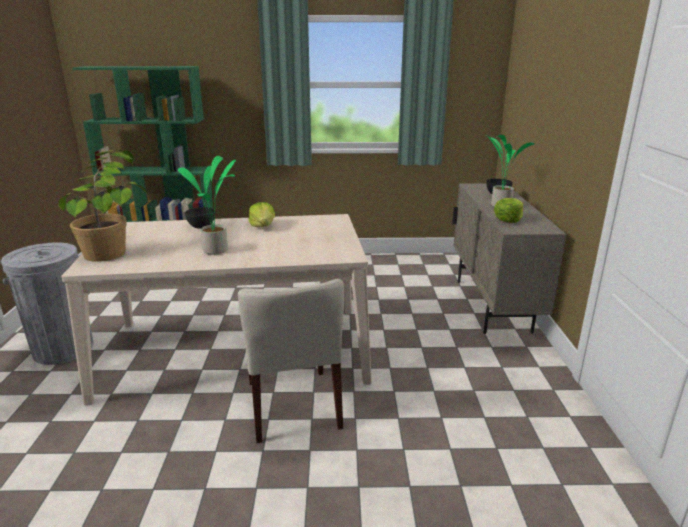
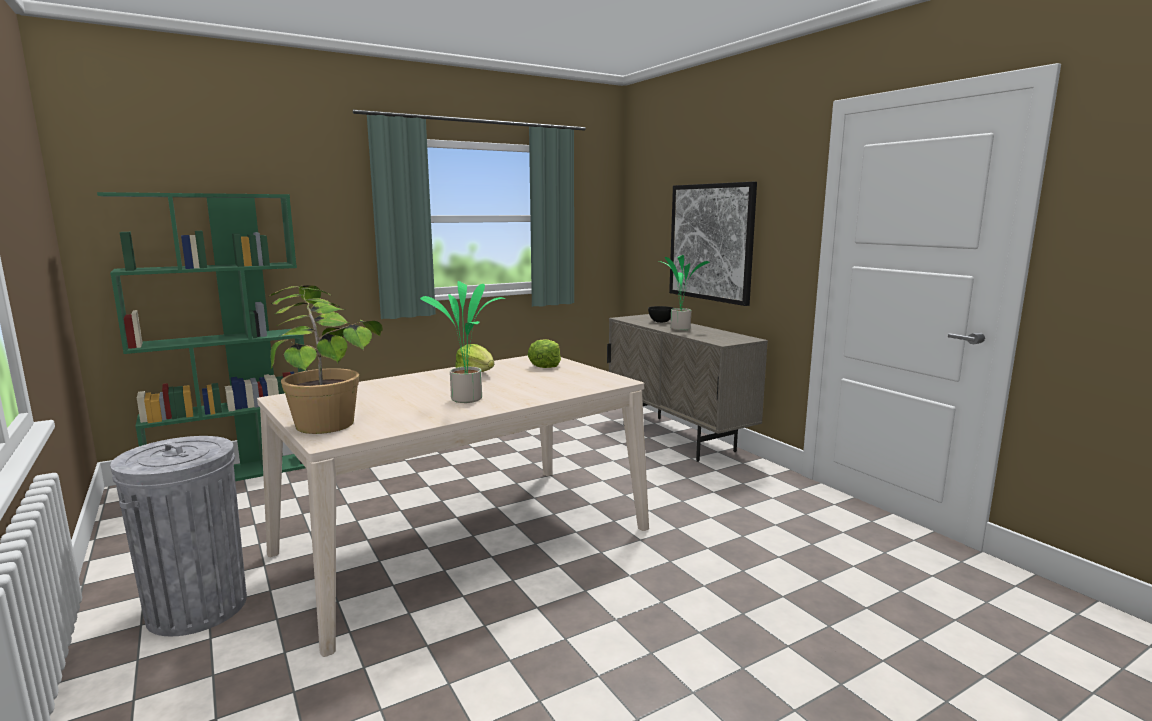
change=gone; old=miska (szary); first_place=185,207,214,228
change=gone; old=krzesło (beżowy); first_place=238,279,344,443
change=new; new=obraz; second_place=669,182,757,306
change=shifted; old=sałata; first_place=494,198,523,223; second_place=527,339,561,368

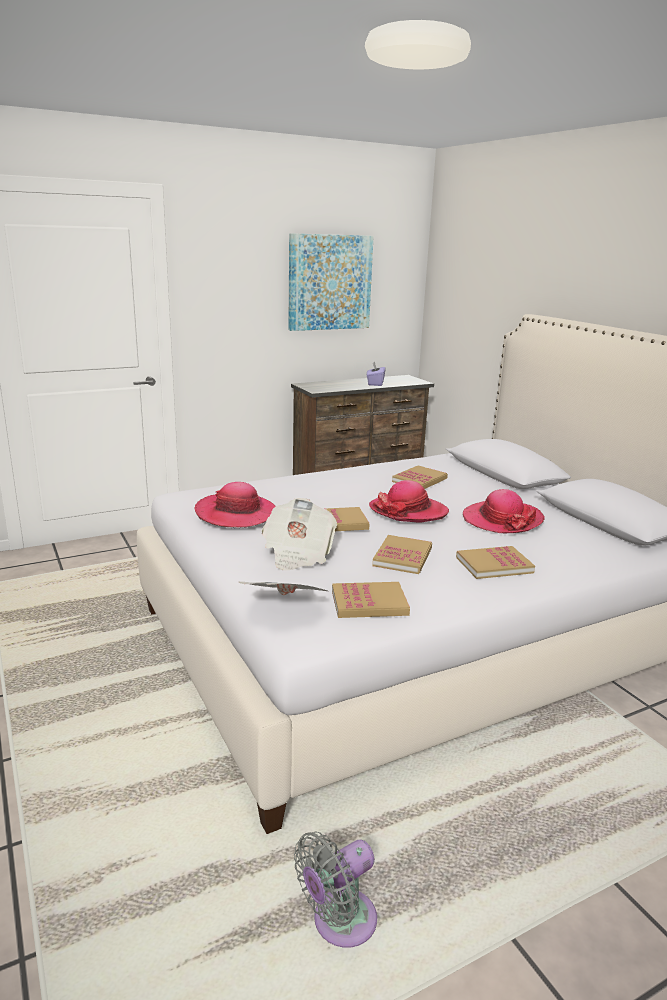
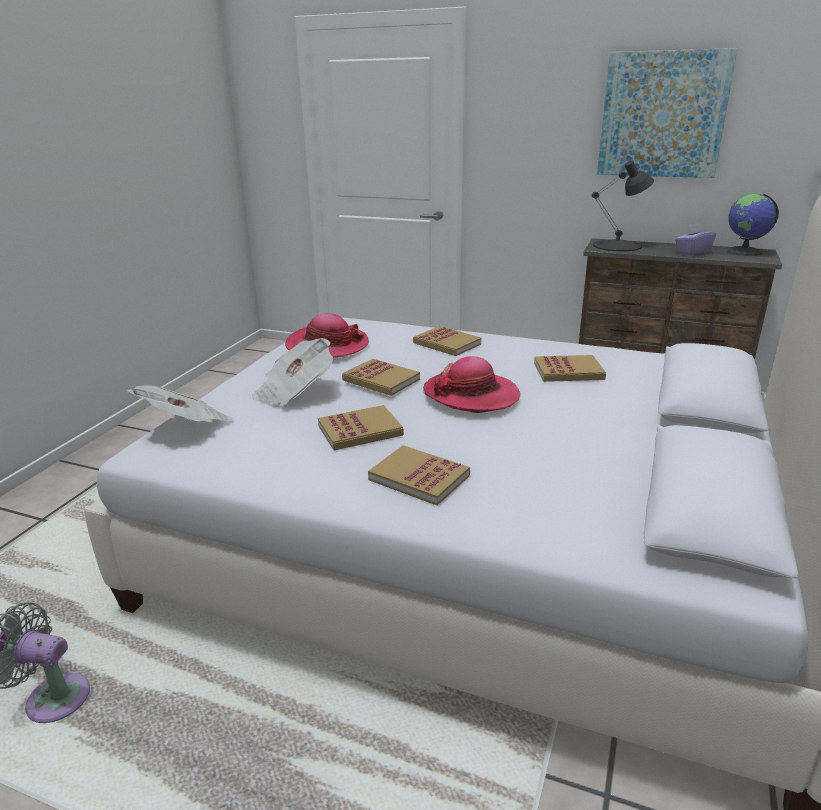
change=gone; old=kapelusz; first_place=463,489,545,533
change=new; new=lampa stołowa (czarny); second_place=592,160,654,252
change=new; new=globus; second_place=726,194,779,256
change=shifted; old=książka; first_place=332,582,410,618; second_place=413,326,481,356

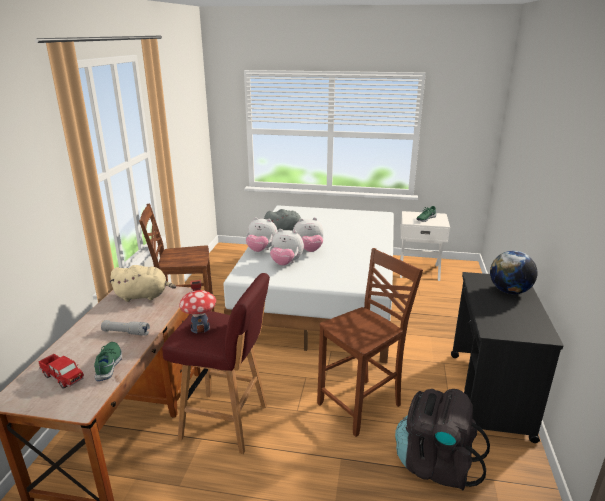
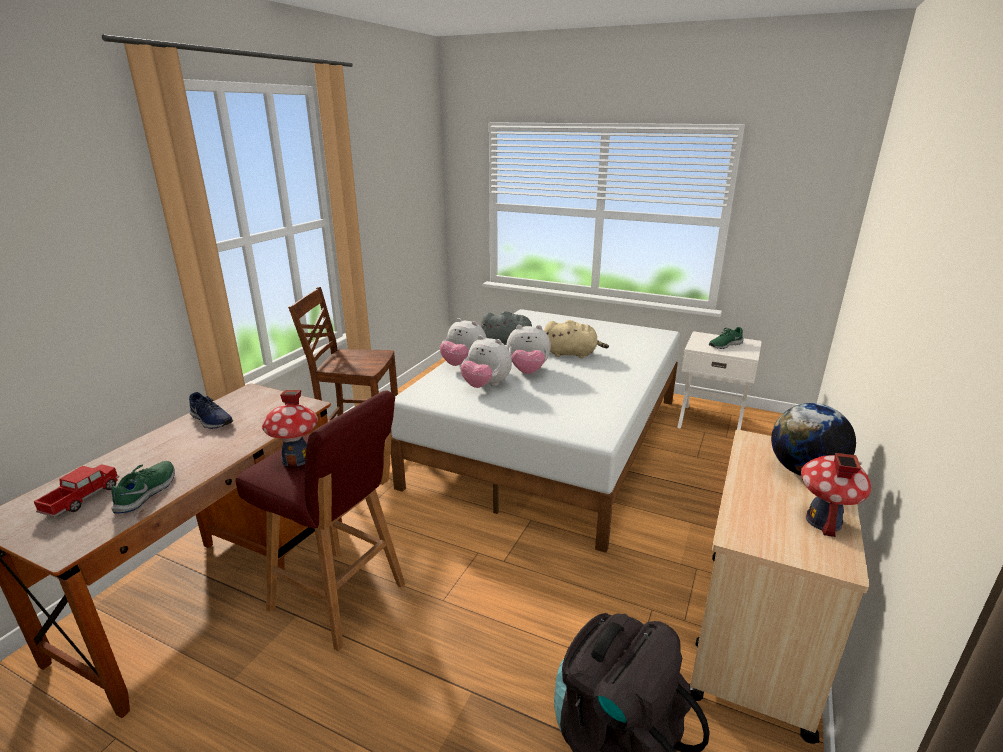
change=gone; old=latarka (szary); first_place=101,320,150,336
change=gone; old=krzesło (brązowy); first_place=317,248,423,437
change=new; new=but (niebieski); second_place=189,392,233,429
change=new; new=domek; second_place=801,453,871,537
change=shifted; old=pluszak (beżowy); first_place=109,265,176,302; second_place=544,320,609,358
change=repainted; old=wózek (czarny); new=wózek (beżowy); first_place=451,272,564,443; second_place=689,429,869,744
change=rotated; old=ciężarówka zabawkowa; first_place=39,354,84,389; second_place=34,464,119,517; degrees=-120

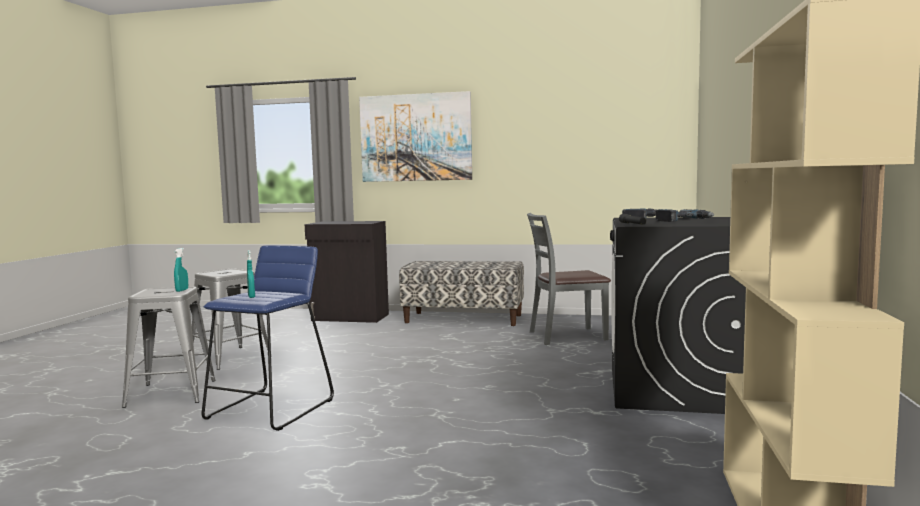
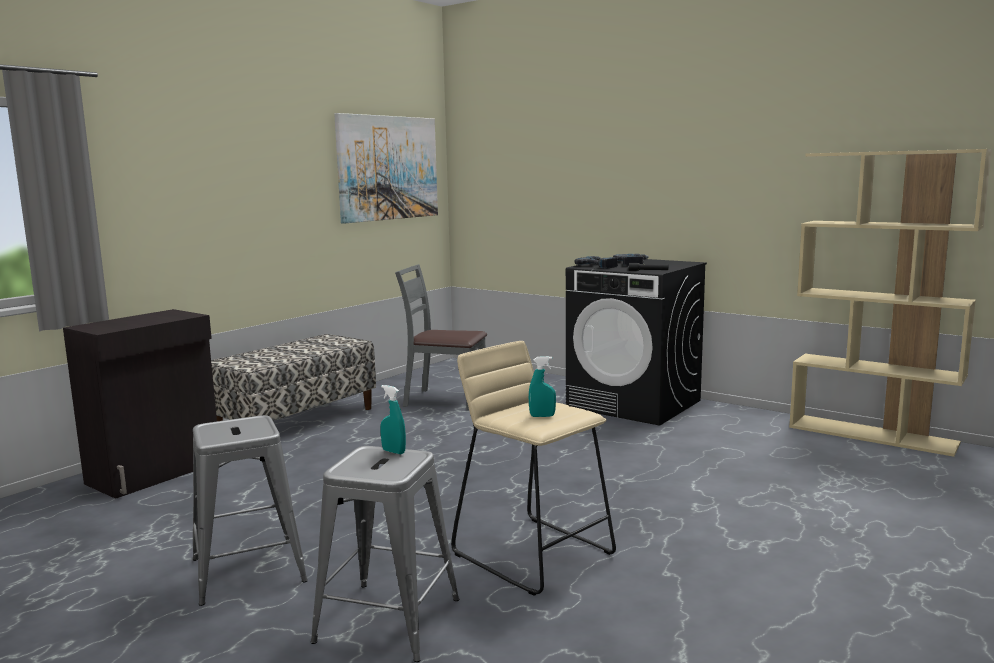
change=shifted; old=obraz; first_place=359,91,472,182; second_place=334,113,438,224
change=repainted; old=stołek (niebieski); new=stołek (beżowy); first_place=201,245,334,431; second_place=451,341,616,596
change=rotated; old=krzesło (szary); first_place=527,213,611,345; second_place=395,264,487,410; degrees=90

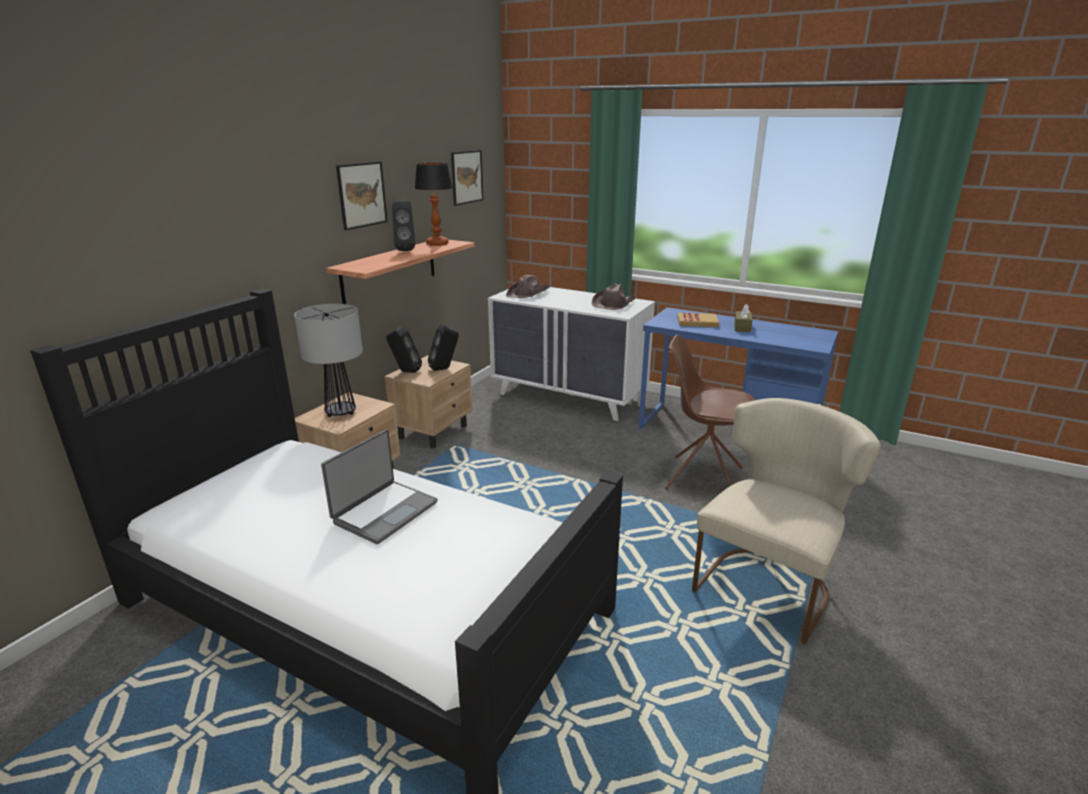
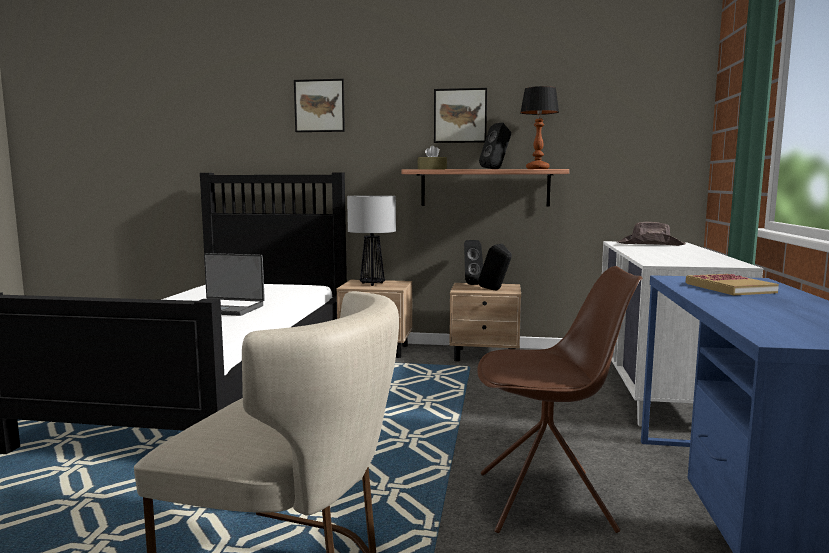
change=gone; old=kapelusz (brązowy); first_place=592,283,635,310
change=shifted; old=obraz; first_place=451,150,483,206; second_place=294,79,345,132
change=shifted; old=pudełko chusteczek (brązowy); first_place=734,304,752,332; second_place=417,145,447,169
change=rotated; old=krzesło (brązowy); first_place=665,334,755,490; second_place=477,266,643,533; degrees=90

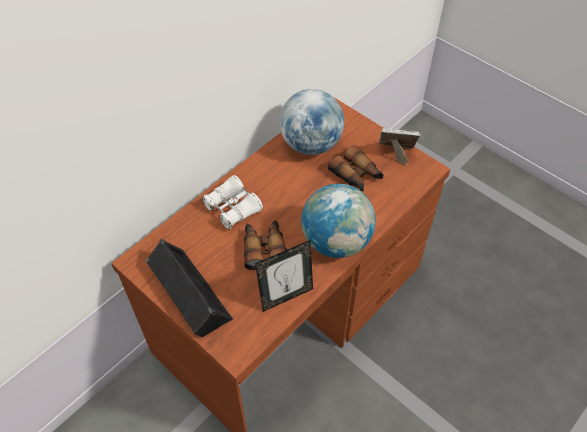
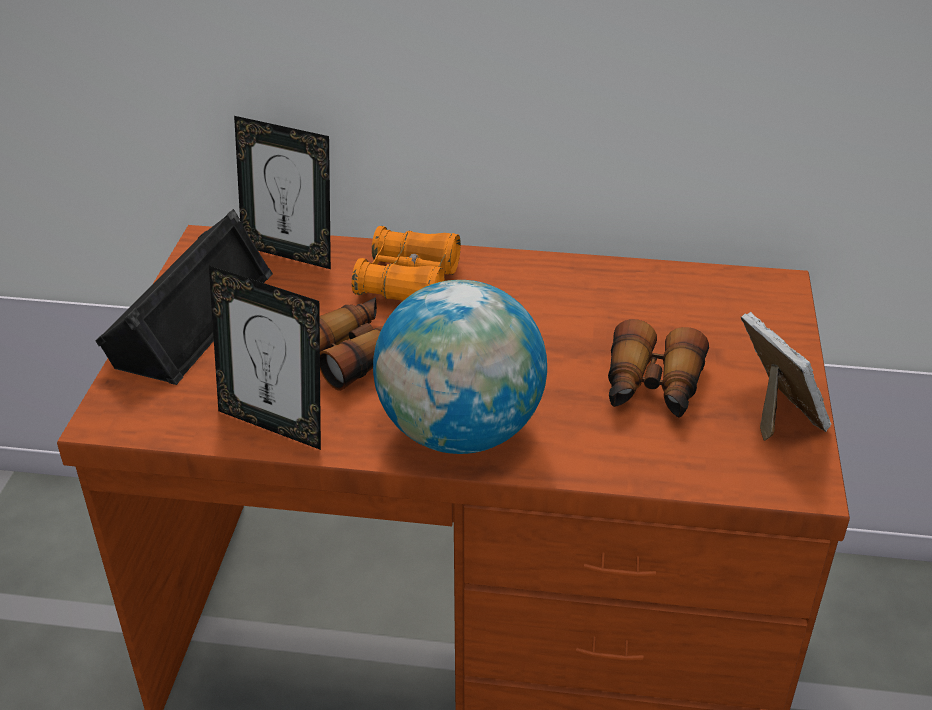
change=gone; old=globus; first_place=279,89,344,155
change=new; new=ramka na zdjęcie; second_place=234,116,331,269
change=repainted; old=lornetka (biały); new=lornetka (pomarańczowy); first_place=202,175,263,229; second_place=352,226,461,301

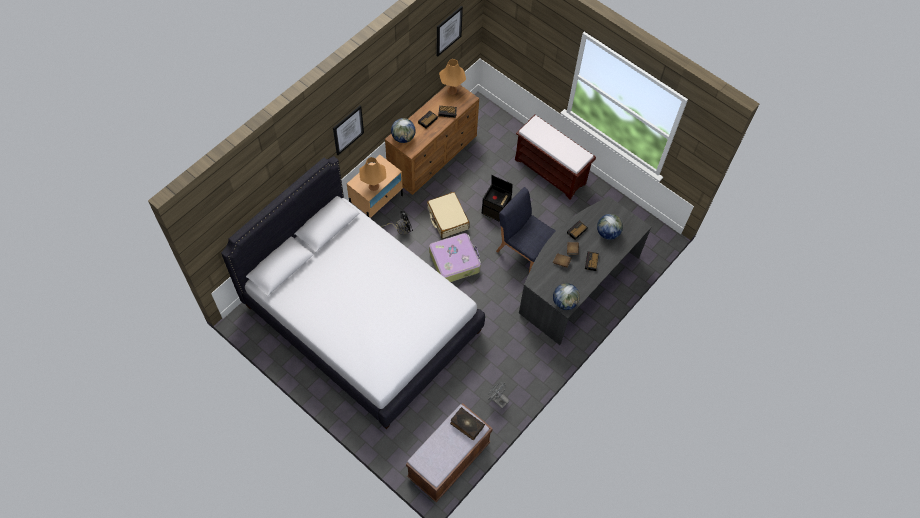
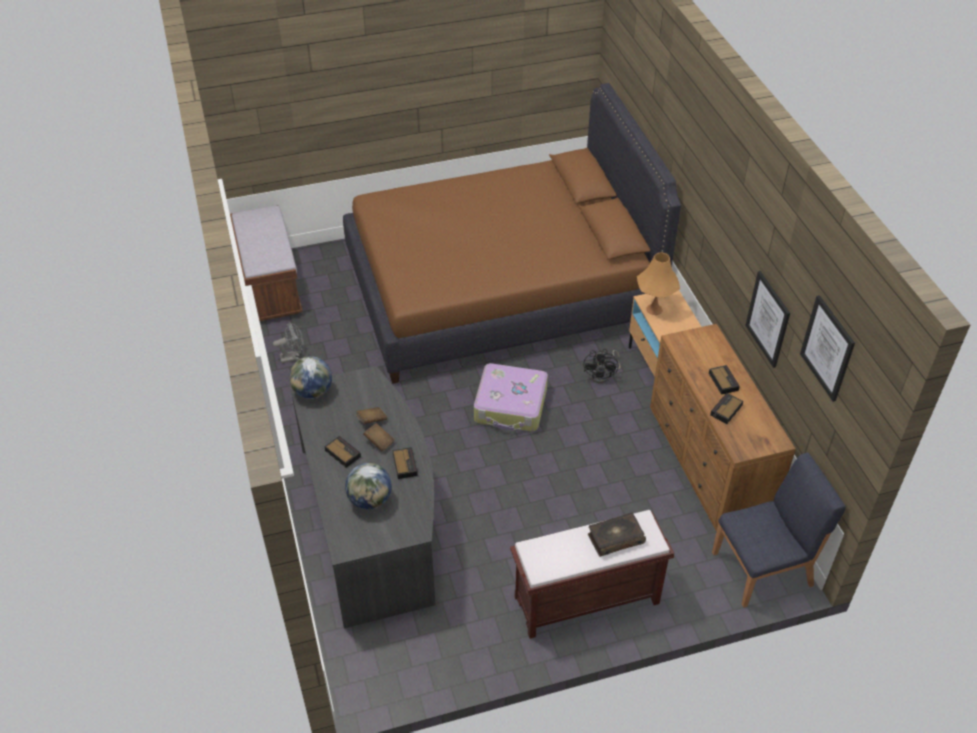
change=gone; old=globus; first_place=391,118,416,143
change=gone; old=walizka (beżowy); first_place=427,192,470,239
change=gone; old=lampa stołowa (pomarańczowy); first_place=439,59,466,95
change=gone; old=pojemnik do przechowywania (czarny); first_place=481,175,513,222
change=shifted; old=obraz; first_place=333,106,364,155; second_place=745,271,790,368
change=shifted; old=książka; first_place=450,407,485,440; second_place=588,512,646,557
change=shifted; old=krzesło (niebieski); first_place=496,187,556,272; second_place=712,452,846,608
change=repainted; old=łóżko (biały); new=łóżko (brązowy); first_place=221,156,485,429; second_place=343,83,681,384

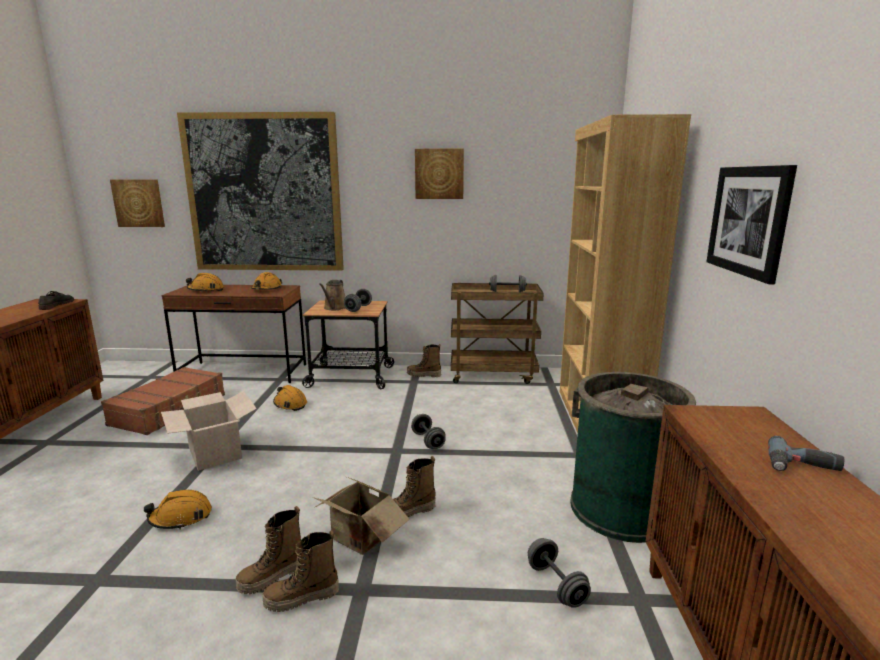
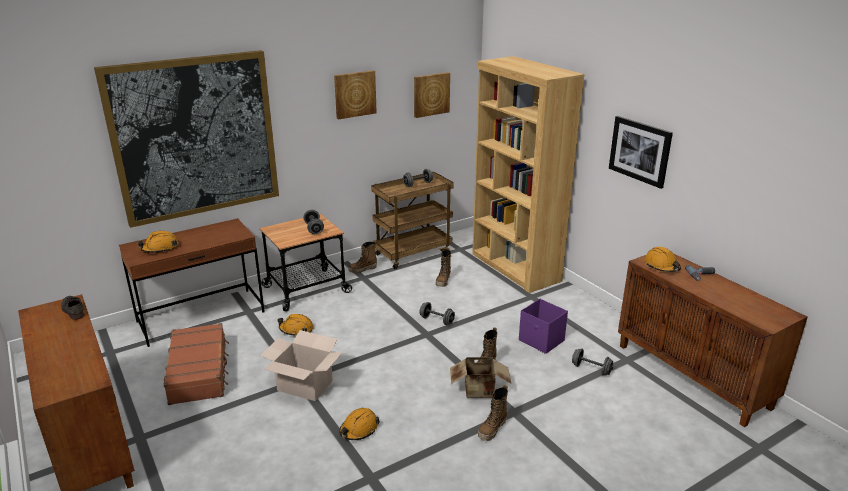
change=gone; old=konewka (brązowy); first_place=319,280,345,310
change=gone; old=kosz na śmieci (zielony); first_place=570,372,696,543
change=new; new=pojemnik do przechowywania (fioletowy); second_place=519,299,568,354
change=shifted; old=obraz; first_place=110,180,165,227; second_place=414,72,450,118
change=shifted; old=but z cholewką; first_place=236,506,301,594; second_place=436,248,451,287
change=shifted; old=kask (pomarańczowy); first_place=251,272,282,290; second_place=644,247,681,272

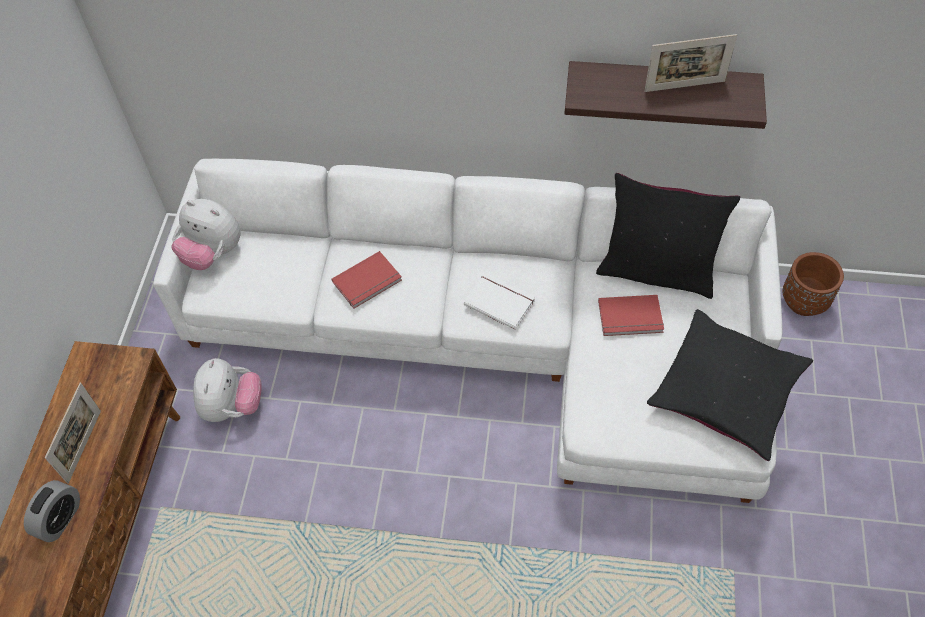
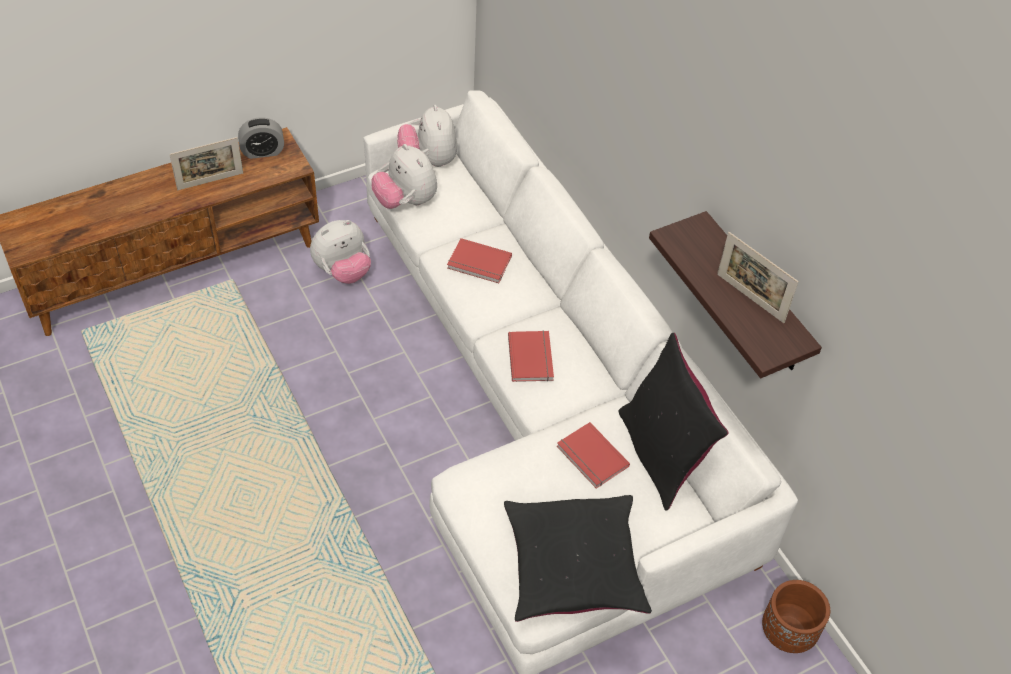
change=new; new=pluszak; second_place=371,144,437,209
change=shifted; old=budzik; first_place=24,480,80,542; second_place=238,117,284,159
change=repainted; old=książka (biały); new=książka (czerwony); first_place=464,273,535,330; second_place=508,331,554,382

